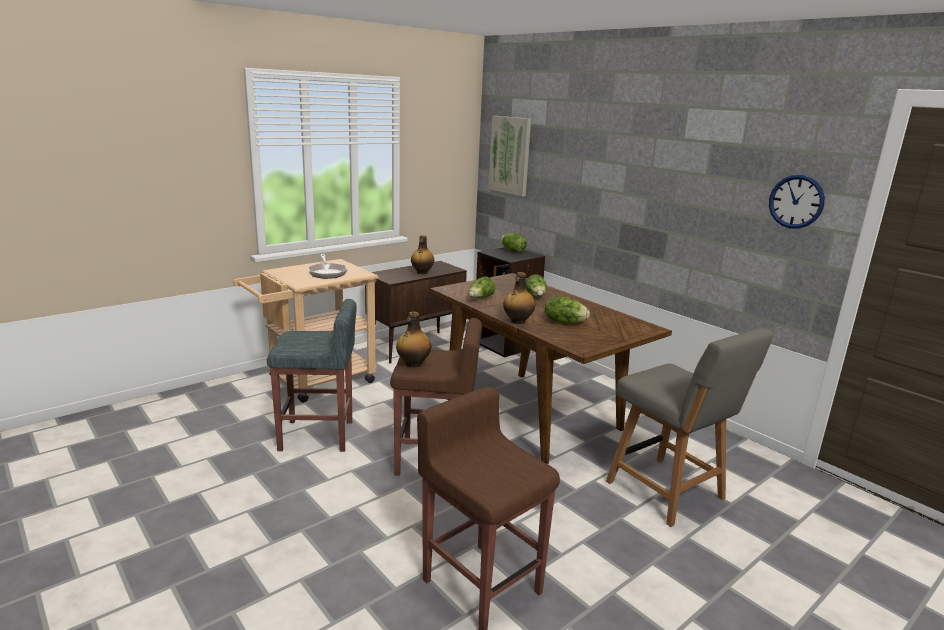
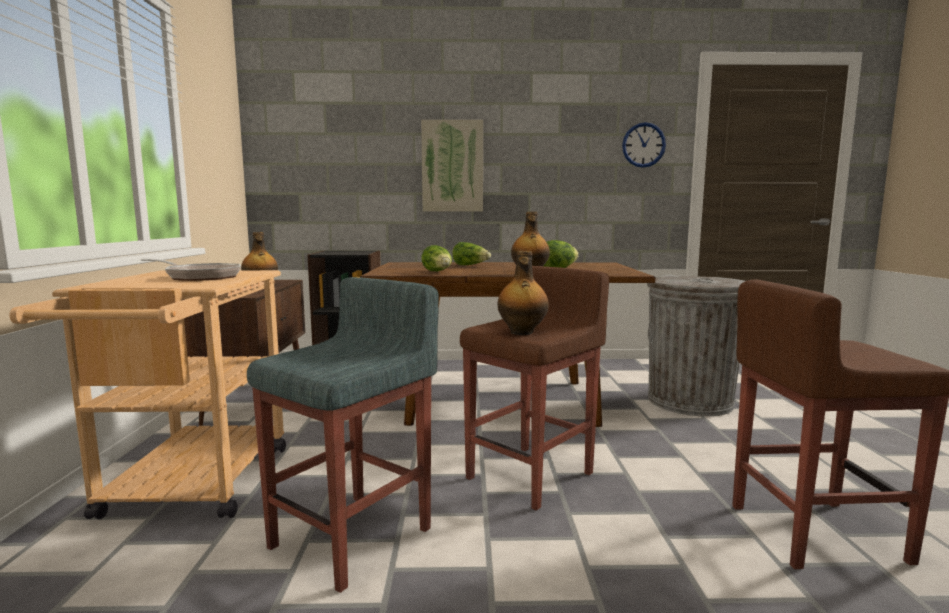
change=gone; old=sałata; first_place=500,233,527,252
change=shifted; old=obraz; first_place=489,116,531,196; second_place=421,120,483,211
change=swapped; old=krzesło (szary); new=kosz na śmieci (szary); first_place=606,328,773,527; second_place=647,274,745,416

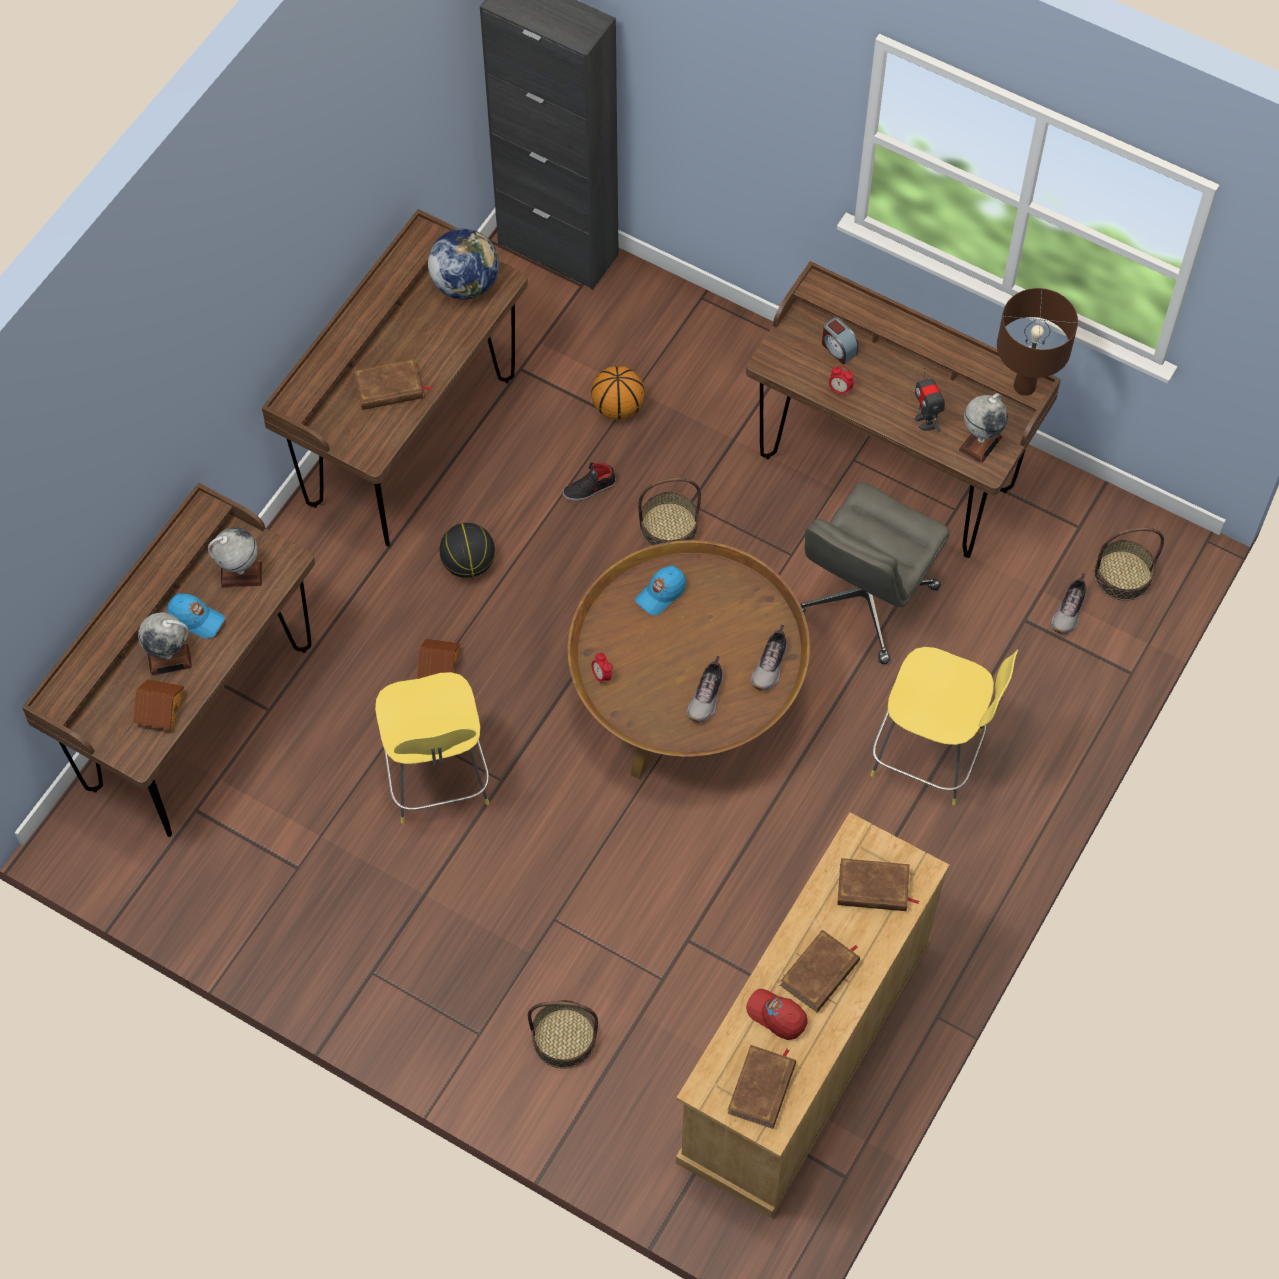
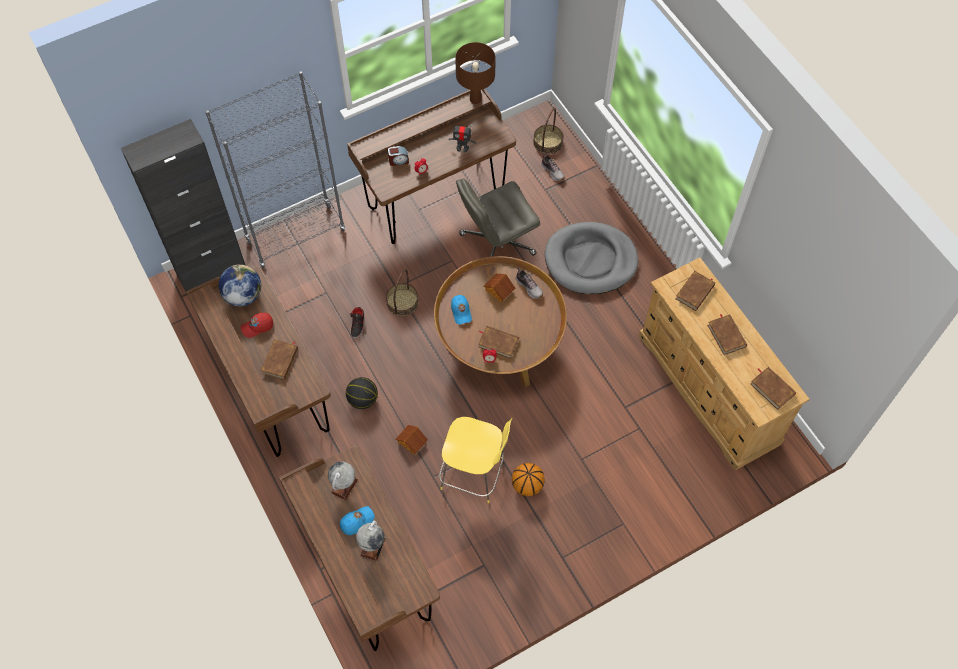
change=gone; old=koszyk; first_place=528,1000,598,1069
change=gone; old=but; first_place=687,656,723,723
change=gone; old=globus; first_place=959,393,1008,464
change=new; new=regał (szary); second_place=205,71,345,268
change=new; new=książka (brązowy); second_place=478,325,519,359
change=shifted; old=domek; first_place=133,679,184,730; second_place=484,274,515,302
change=shifted; old=piłka do koszykówki; first_place=591,366,645,420; second_place=512,463,545,496
change=shifted; old=czapka z daszkiem (czerwony); first_place=746,989,807,1040; second_place=240,313,273,338
change=swapped; old=stołek (żółty); new=legowisko (szary); first_place=871,647,1018,805; second_place=545,222,638,294
change=rotated; old=krzesło biurowe (szary); first_place=800,482,950,664; second_place=456,178,540,257; degrees=90

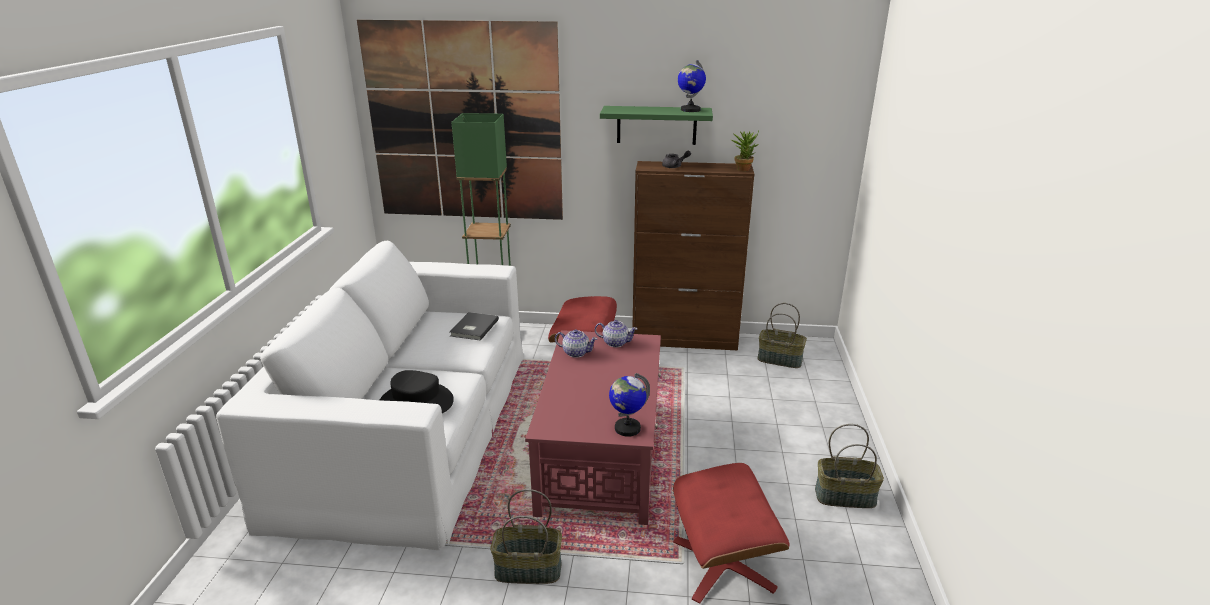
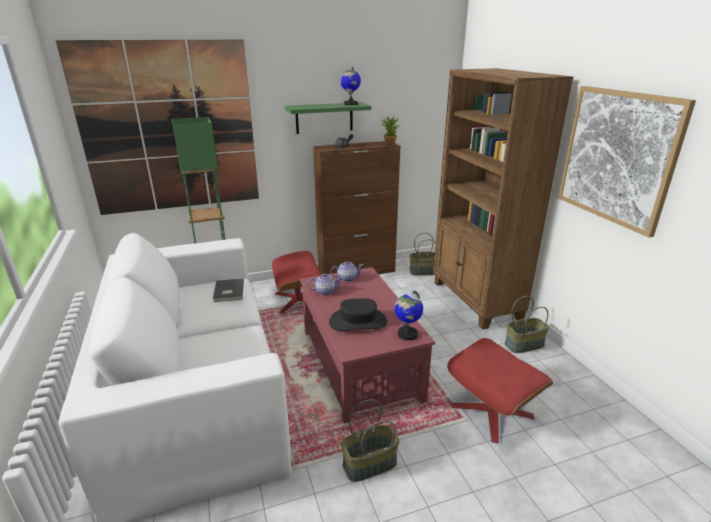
change=new; new=regał (brązowy); second_place=433,68,574,329
change=new; new=obraz; second_place=558,86,696,238
change=shifted; old=kapelusz (czarny); first_place=380,370,454,413; second_place=329,298,387,331

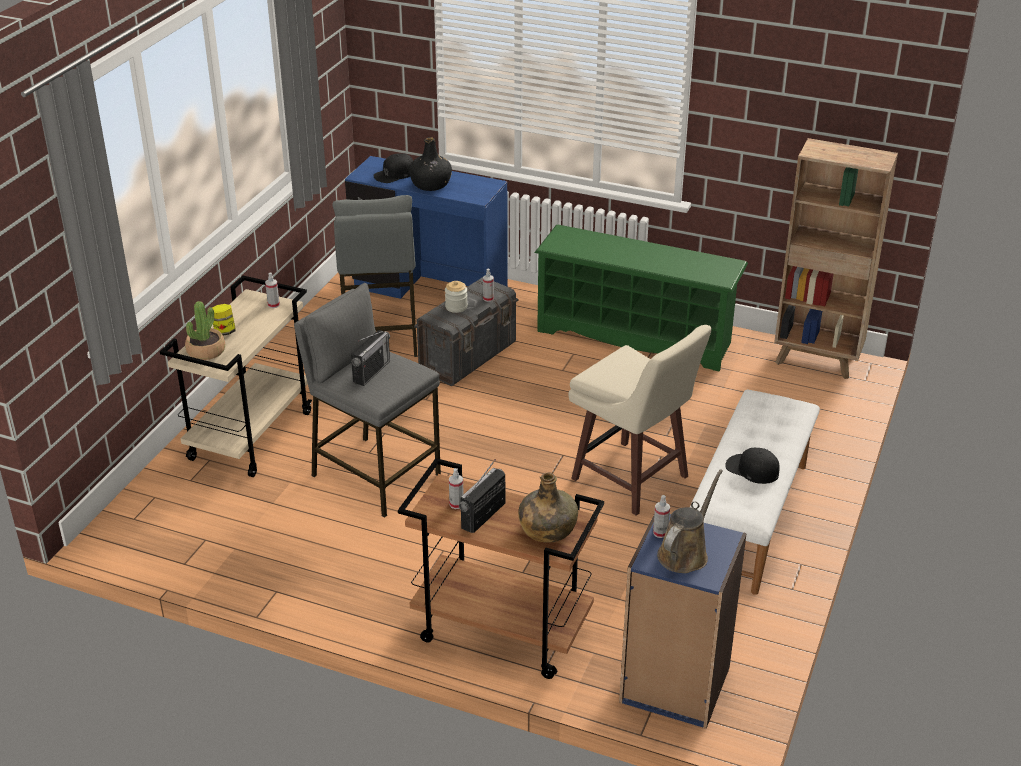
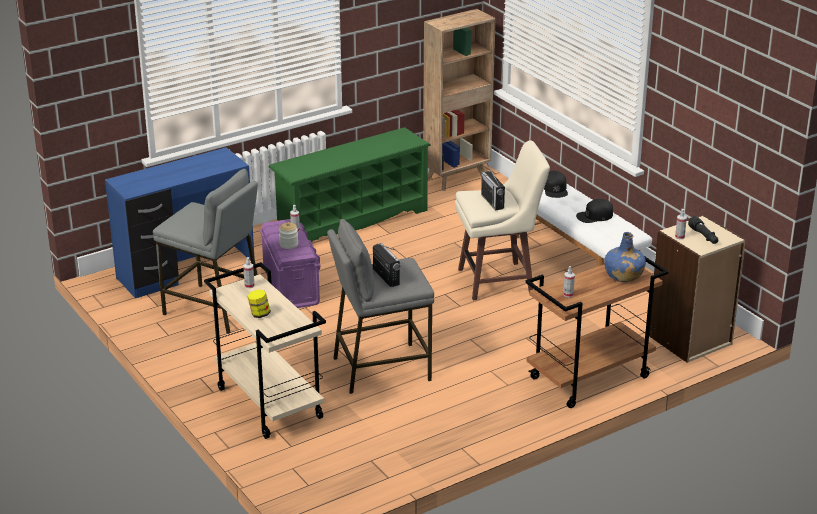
change=gone; old=roślina doniczkowa; first_place=185,301,225,360
change=gone; old=butelka (czarny); first_place=409,137,452,191
change=shifted; old=czapka z daszkiem (czarny); first_place=373,153,413,183; second_place=544,170,568,198
change=shifted; old=radio; first_place=459,459,505,533; second_place=481,164,505,211
change=swapped; old=konewka (brązowy); new=latarka (czarny); first_place=657,470,723,573; second_place=688,216,718,244
change=repainted; old=pojemnik do przechowywania (szary); new=pojemnik do przechowywania (fioletowy); first_place=414,277,519,386; second_place=260,219,320,308
change=repainted; old=butelka (zielony); new=butelka (niebieski); first_place=518,472,578,543; second_place=604,232,646,282
change=repainted; old=regał (niebieski); new=regał (beżowy); first_place=619,514,747,729; second_place=649,215,746,363

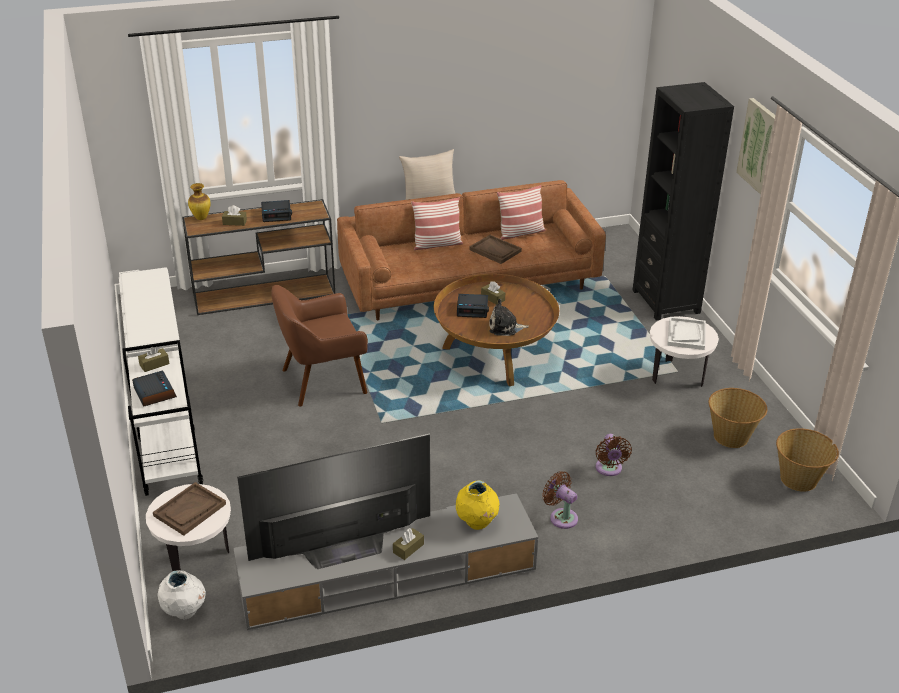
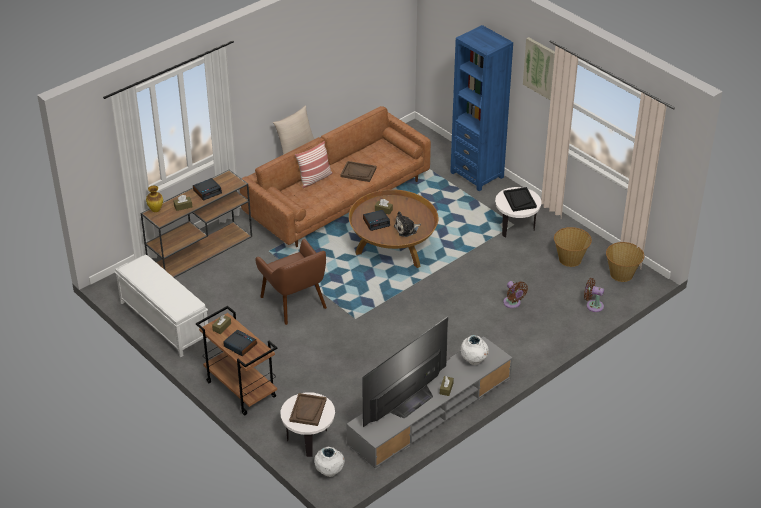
change=gone; old=poduszka; first_place=497,185,546,240
change=shifted; old=wentylator (brązowy); first_place=542,471,578,529; second_place=584,278,604,312
change=repainted; old=wózek (biały); new=wózek (brązowy); first_place=123,340,203,496; second_place=196,306,277,416
change=repainted; old=wazon (żółty); new=wazon (biały); first_place=456,480,500,530; second_place=461,335,489,365
change=repainted; old=regał (czarny); new=regał (niebieski); first_place=632,82,734,321; second_place=450,25,513,191
change=repainted; old=taca (biały); new=taca (czarny); first_place=667,317,706,350; second_place=503,187,537,212
change=rotated; old=fotel (brązowy); first_place=271,285,368,407; second_place=255,239,327,325; degrees=-75

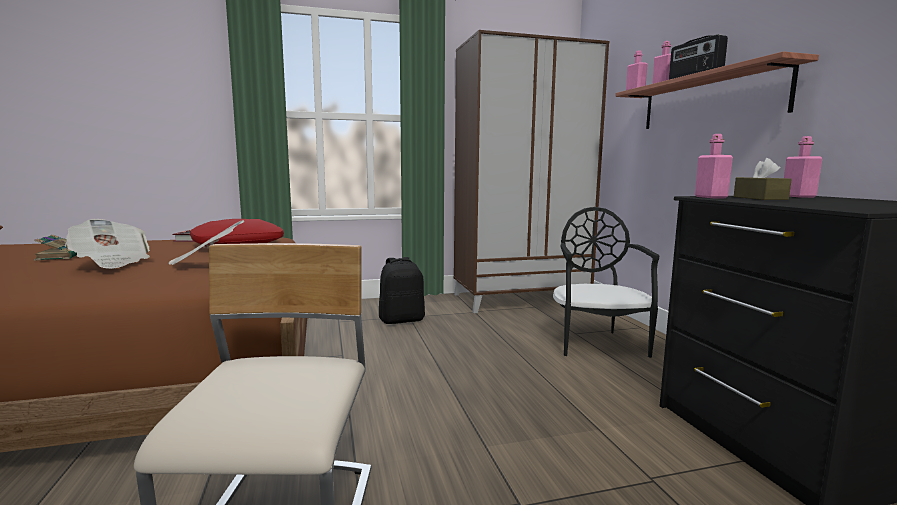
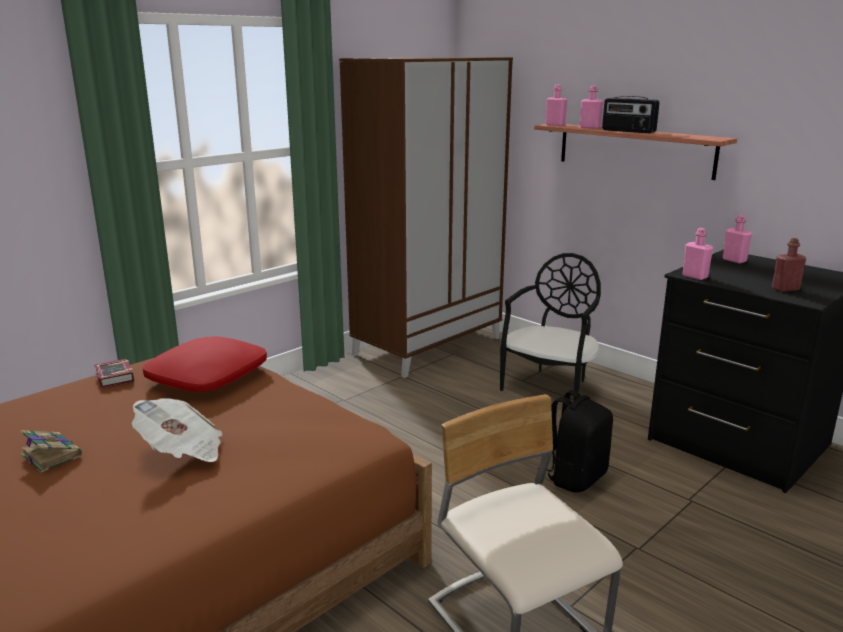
change=gone; old=gazeta; first_place=168,220,244,265
change=gone; old=pudełko chusteczek (brązowy); first_place=734,158,792,200
change=new; new=butelka (czerwony); second_place=772,238,806,292
change=shifted; old=plecak (czarny); first_place=379,257,425,324; second_place=547,390,613,492
change=rotated; old=krzesło (czarny); first_place=553,207,659,358; second_place=500,253,601,401; degrees=60

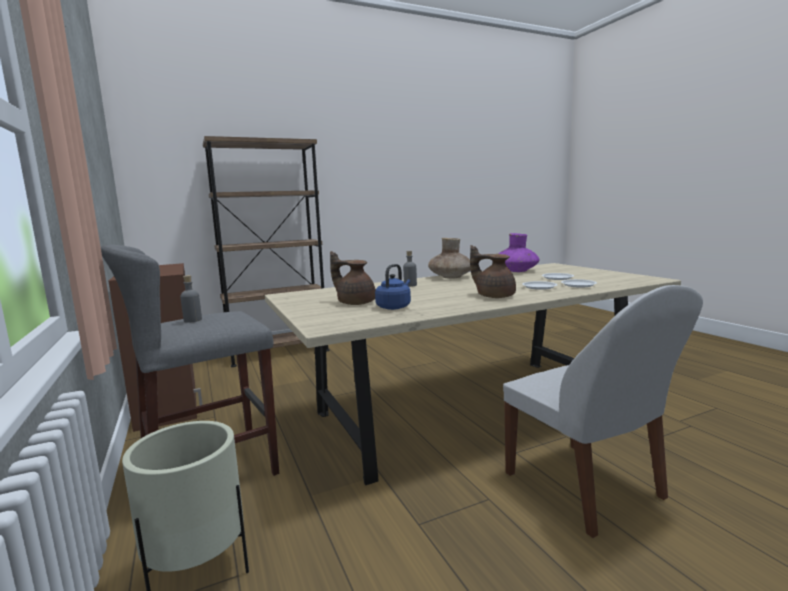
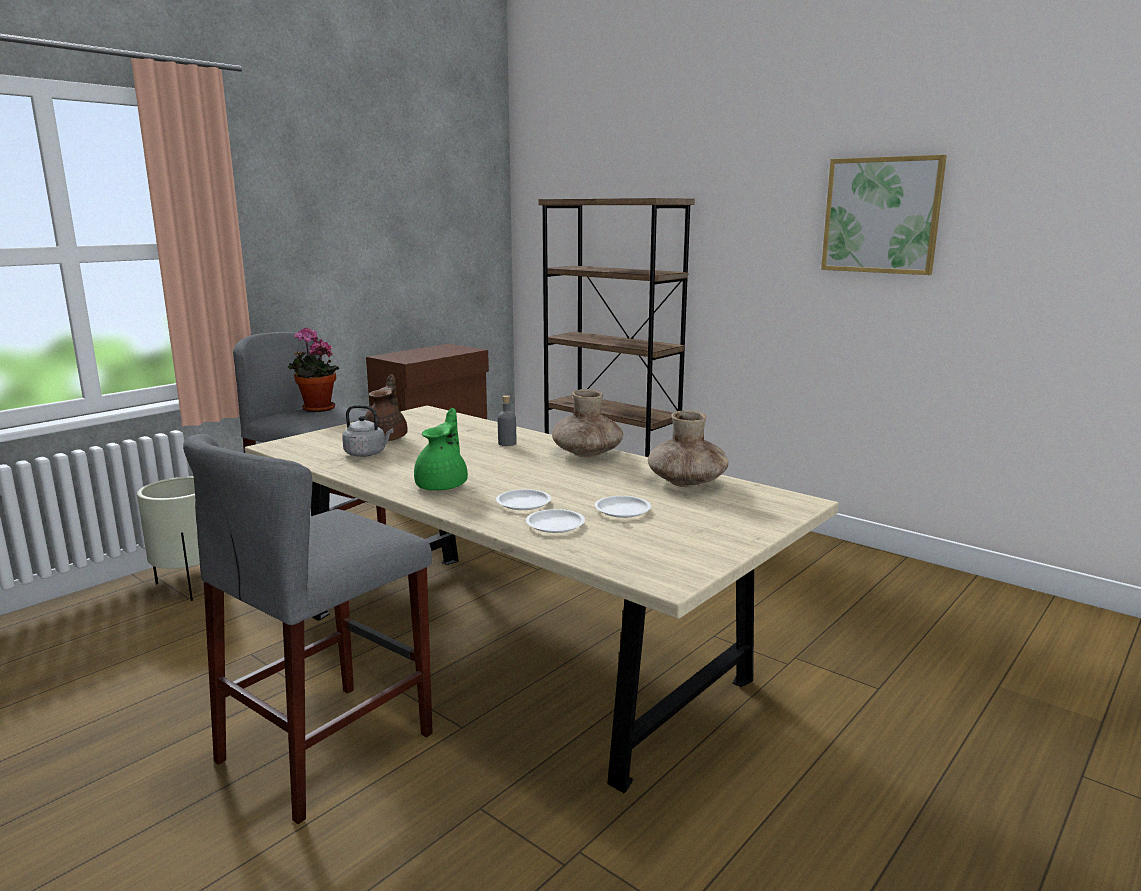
change=new; new=obraz; second_place=821,155,947,275
change=swapped; old=butelka (szary); new=roślina doniczkowa; first_place=180,275,202,323; second_place=288,327,340,412
change=swapped; old=krzesło (biały); new=stołek (szary); first_place=503,285,703,538; second_place=183,434,433,824
change=repainted; old=czajnik (niebieski); new=czajnik (szary); first_place=375,264,411,310; second_place=342,405,393,457
change=repainted; old=imbryk (brązowy); new=imbryk (zielony); first_place=470,245,516,298; second_place=414,408,468,491
change=repainted; old=wazon (fioletowy); new=wazon (brązowy); first_place=499,233,539,272; second_place=648,410,729,487

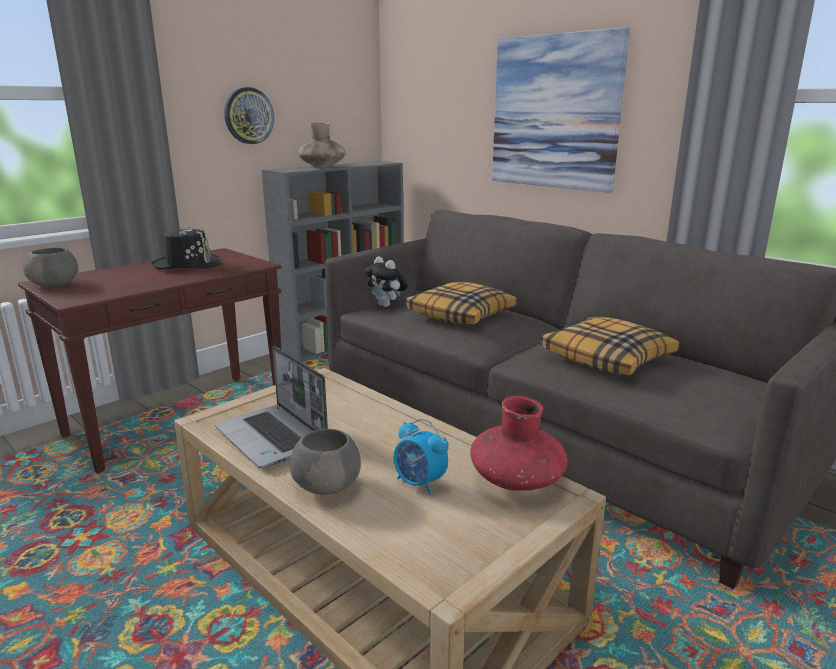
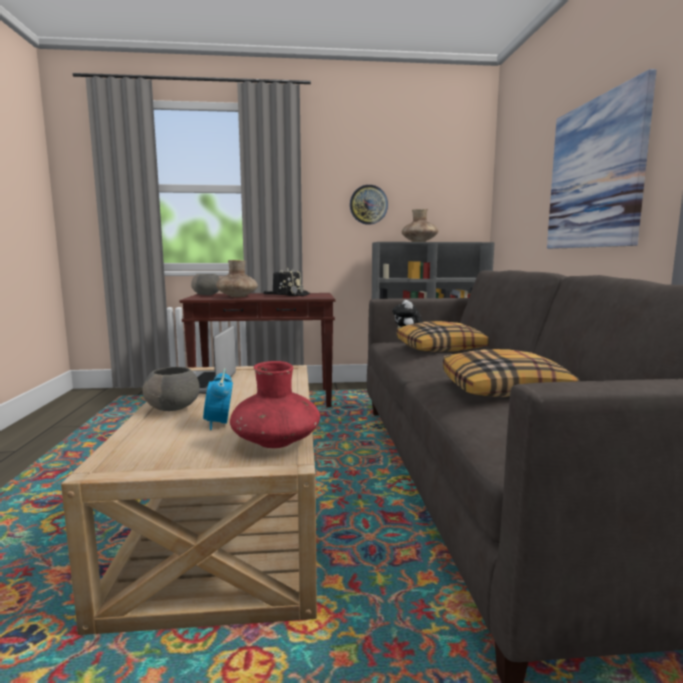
change=new; new=wazon (brązowy); second_place=216,260,258,297

